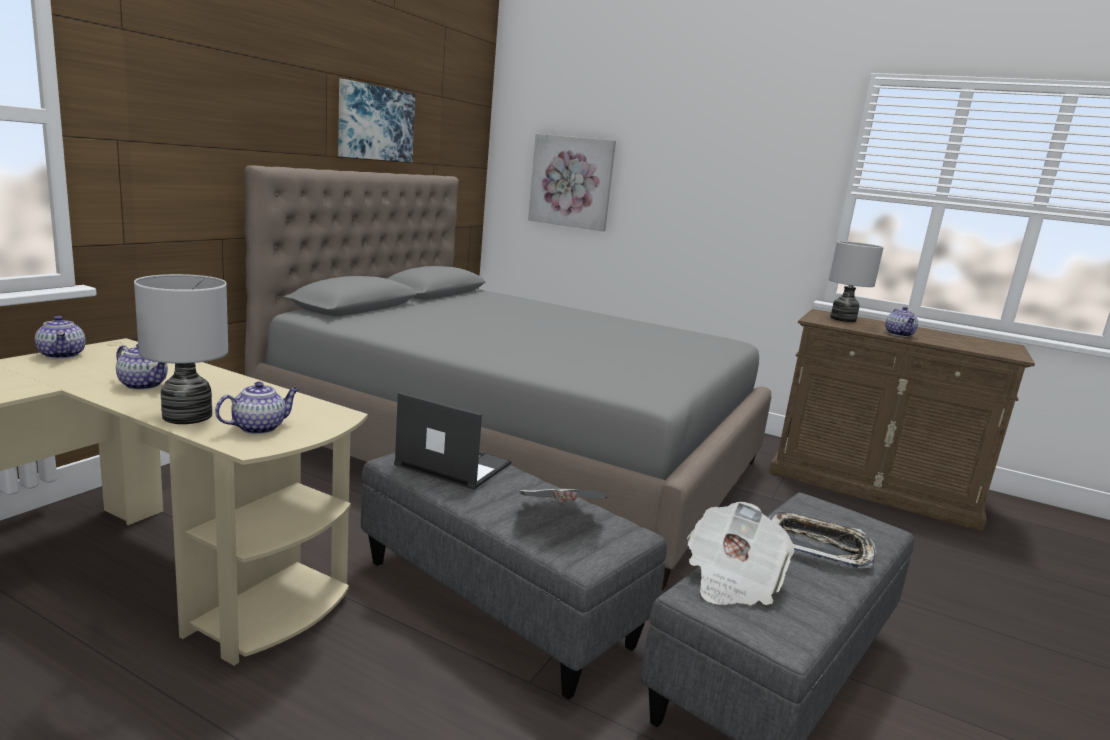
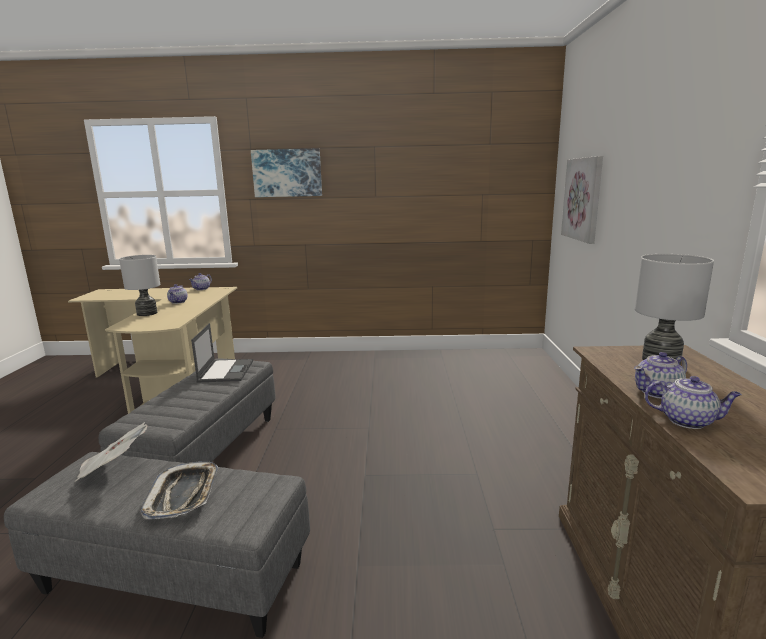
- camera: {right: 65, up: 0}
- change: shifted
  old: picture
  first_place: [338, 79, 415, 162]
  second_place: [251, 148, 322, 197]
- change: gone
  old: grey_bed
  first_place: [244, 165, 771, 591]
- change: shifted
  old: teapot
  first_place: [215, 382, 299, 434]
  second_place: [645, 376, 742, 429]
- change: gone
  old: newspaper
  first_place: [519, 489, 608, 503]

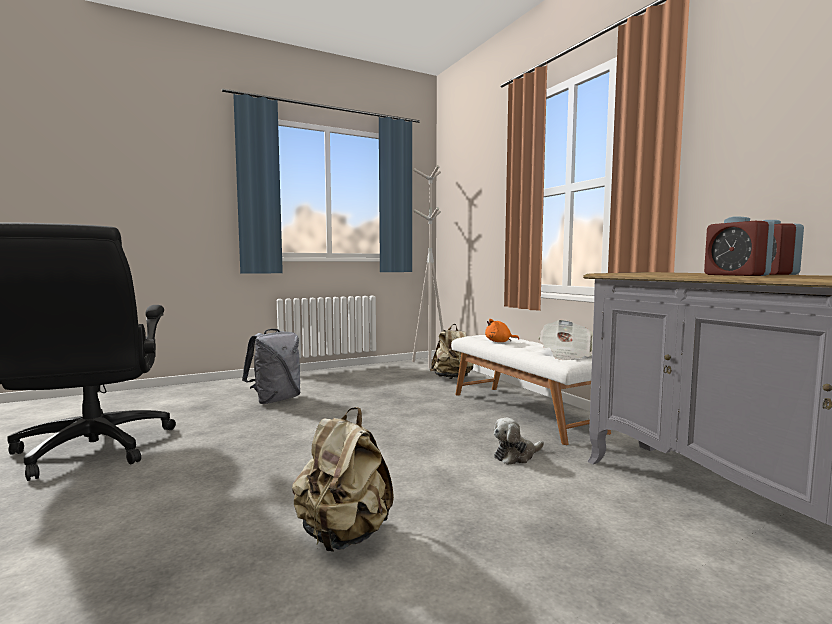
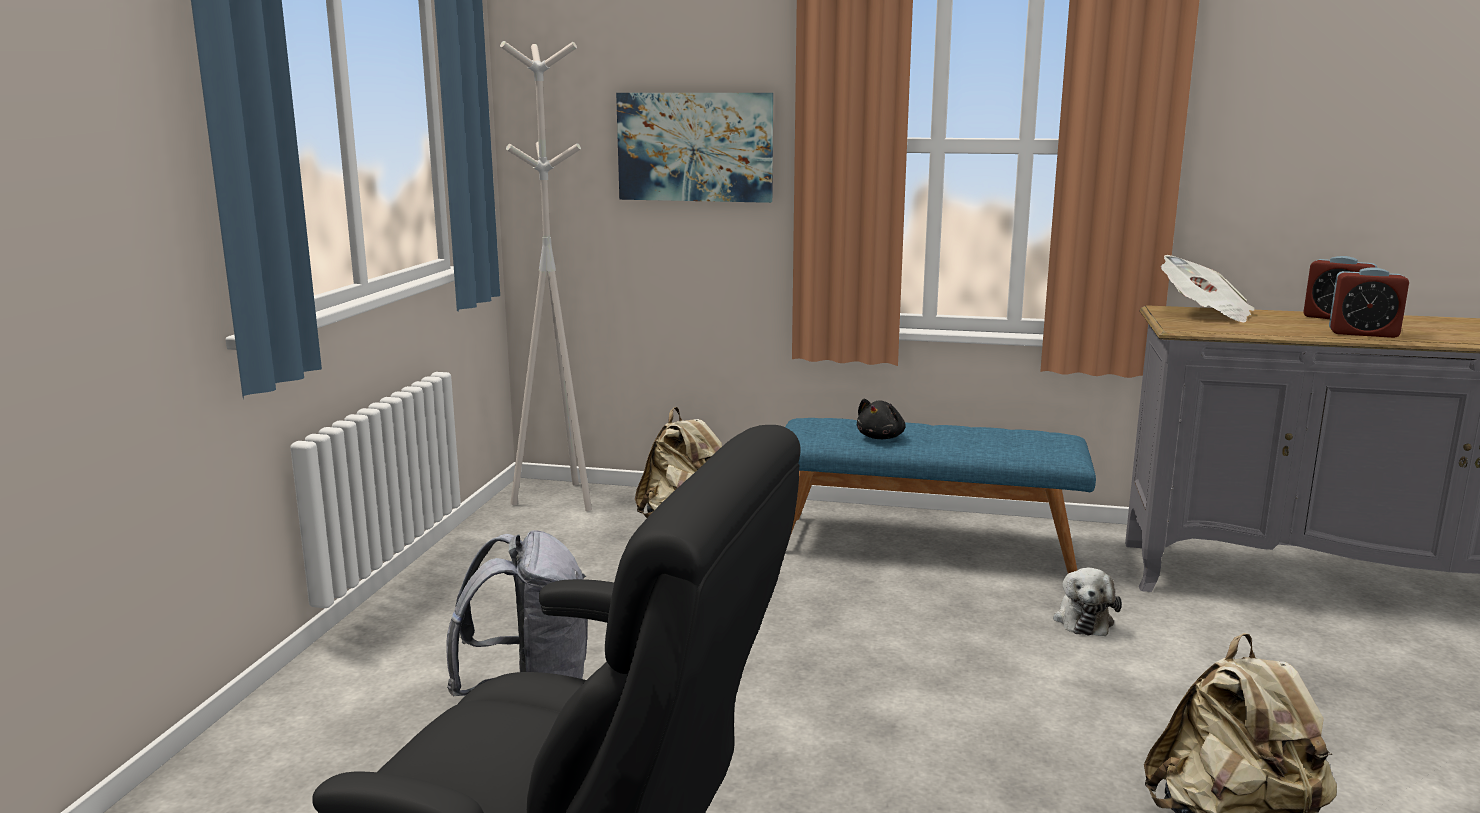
- camera: {right: -50, up: 10}
- change: repainted
  old: orange_plush_toy
  new: black_plush_toy
  first_place: [485, 319, 519, 342]
  second_place: [857, 399, 906, 439]
- change: shifted
  old: newspaper
  first_place: [538, 320, 593, 360]
  second_place: [1161, 255, 1255, 323]
- change: repainted
  old: white_bench
  new: blue_bench
  first_place: [451, 335, 611, 445]
  second_place: [785, 418, 1096, 573]
- change: new
  new: picture
  second_place: [616, 93, 773, 203]

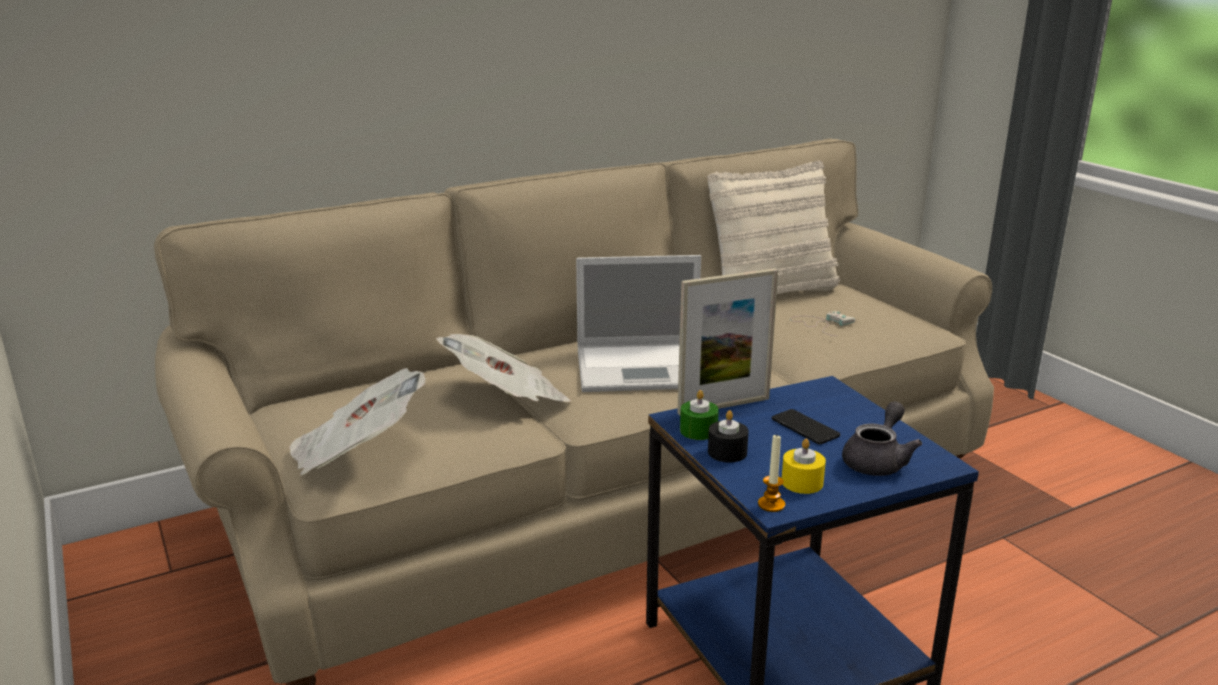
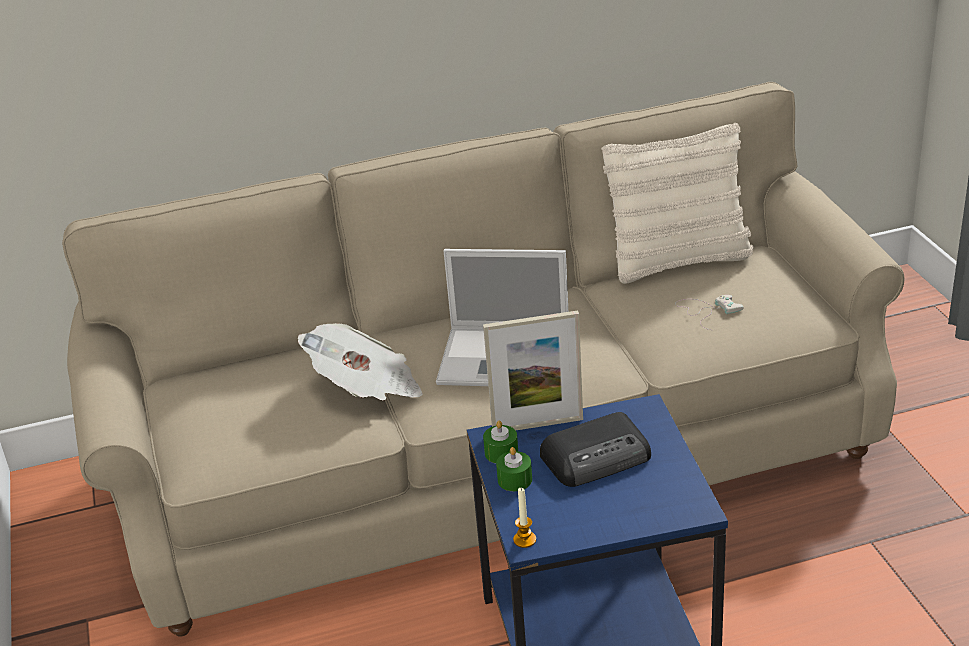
- camera: {right: 15, up: 10}
- change: gone
  old: newspaper
  first_place: [289, 368, 426, 476]
- change: gone
  old: grey_teapot
  first_place: [842, 401, 922, 476]
- change: swapped
  old: phone
  new: radio
  first_place: [772, 409, 840, 445]
  second_place: [540, 412, 651, 487]
- change: repainted
  old: black_candle
  new: green_candle
  first_place: [708, 410, 749, 462]
  second_place: [496, 447, 532, 491]
- change: gone
  old: yellow_candle
  first_place: [782, 439, 826, 494]

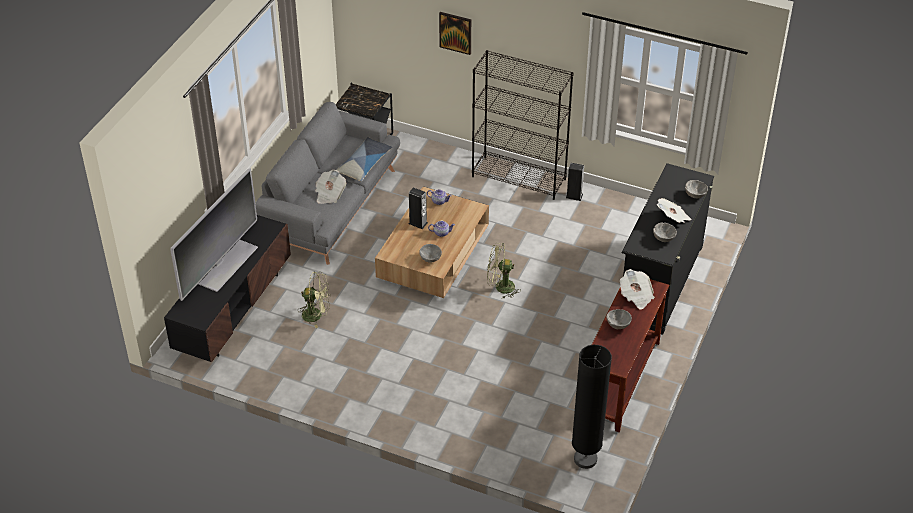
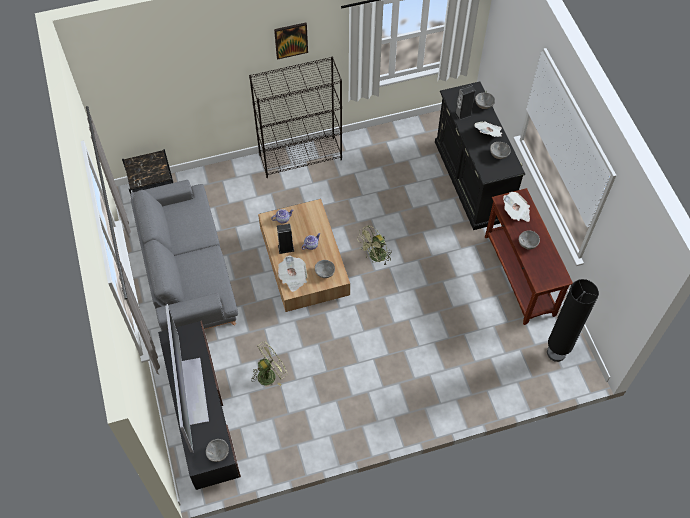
- camera: {right: -40, up: 15}
- change: shifted
  old: picture
  first_place: [439, 12, 471, 55]
  second_place: [274, 22, 308, 60]
- change: gone
  old: pillow
  first_place: [337, 137, 393, 181]
- change: shifted
  old: speaker
  first_place: [566, 163, 584, 201]
  second_place: [455, 85, 475, 120]
- change: shifted
  old: newspaper
  first_place: [315, 170, 346, 204]
  second_place: [278, 255, 307, 292]
- change: new
  new: grey_bowl
  second_place: [206, 439, 229, 462]

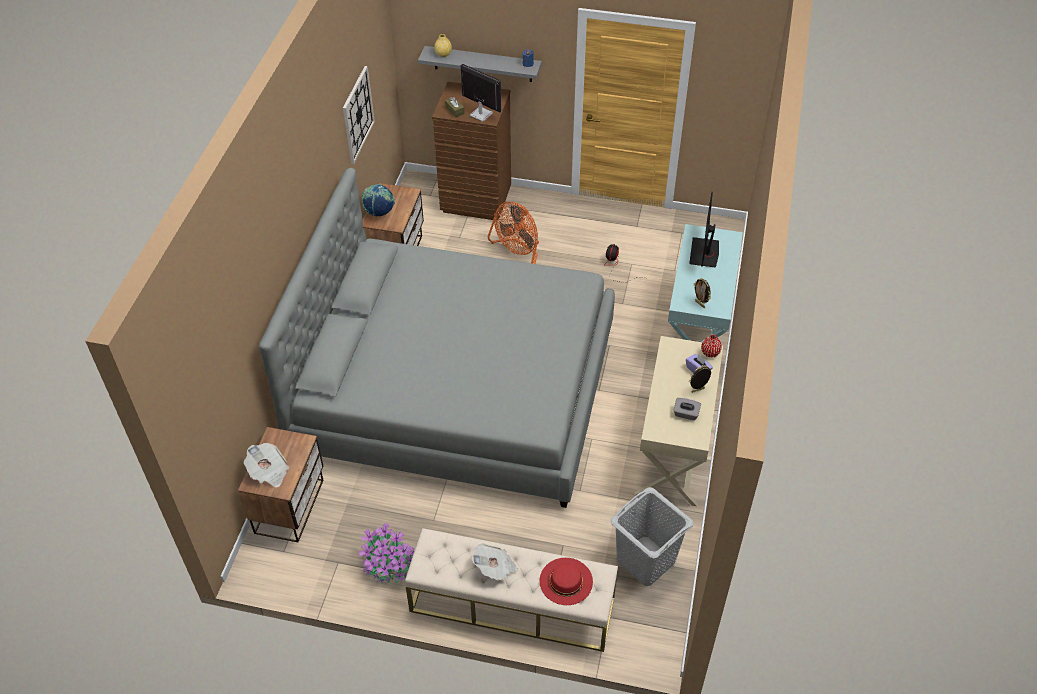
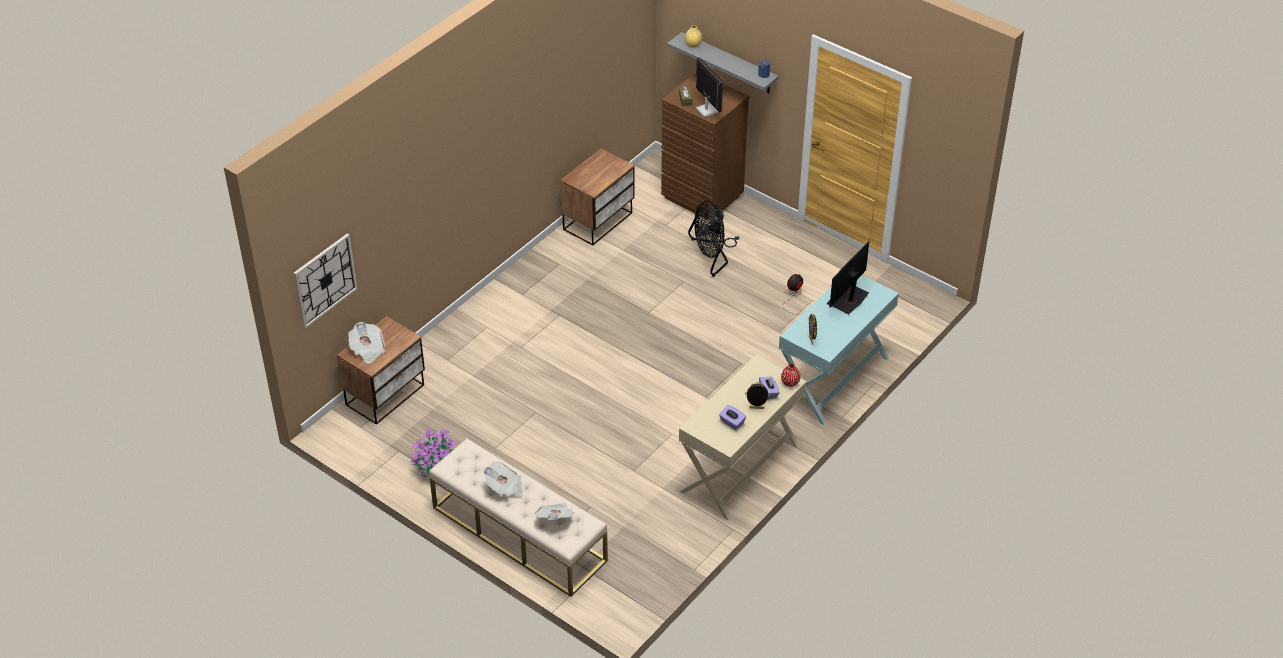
- camera: {right: 25, up: -5}
- change: shifted
  old: wall_clock
  first_place: [343, 66, 375, 164]
  second_place: [294, 234, 357, 329]
- change: gone
  old: grey_bed
  first_place: [259, 168, 615, 508]
- change: gone
  old: globe
  first_place: [362, 184, 395, 216]
- change: repainted
  old: orange_fan
  new: black_fan
  first_place: [488, 202, 539, 264]
  second_place: [688, 201, 740, 277]
- change: repainted
  old: grey_tissue_box
  new: purple_tissue_box
  first_place: [673, 398, 701, 420]
  second_place: [719, 405, 746, 430]
- change: gone
  old: grey_laundry_basket
  first_place: [610, 487, 694, 586]
- change: swapped
  old: red_hat
  new: newspaper
  first_place: [539, 558, 593, 605]
  second_place: [535, 503, 574, 520]

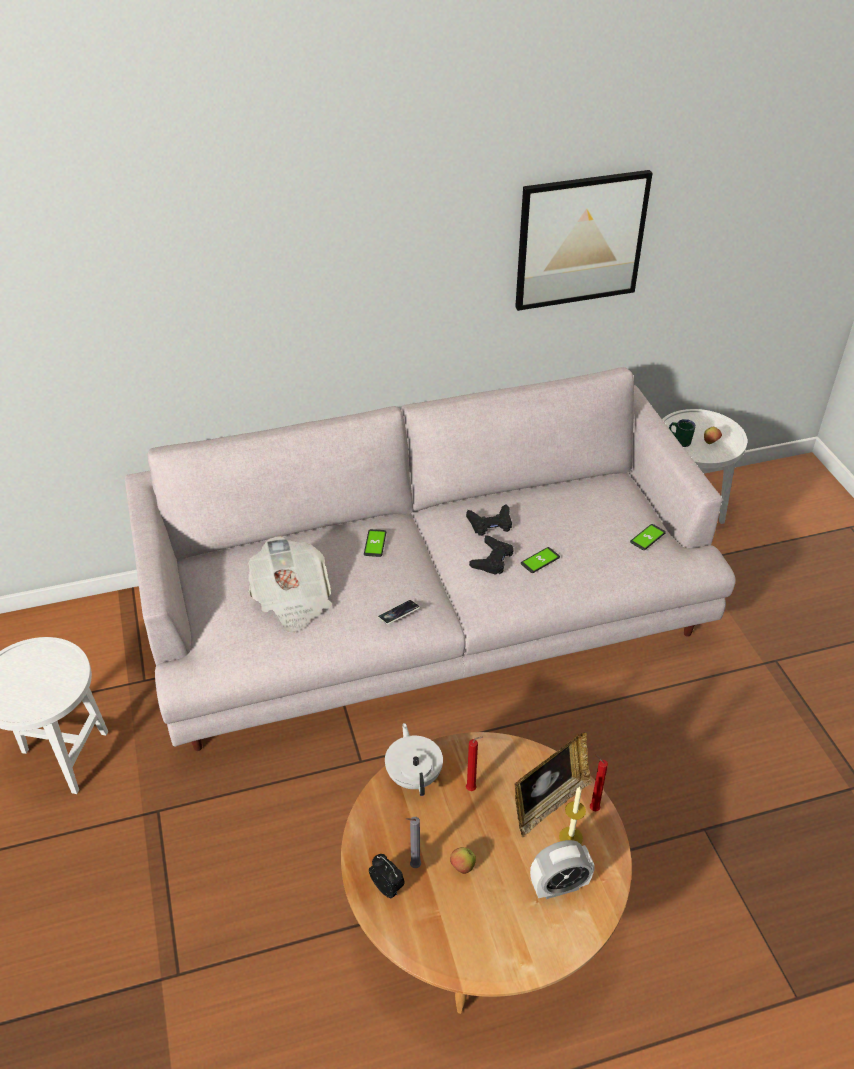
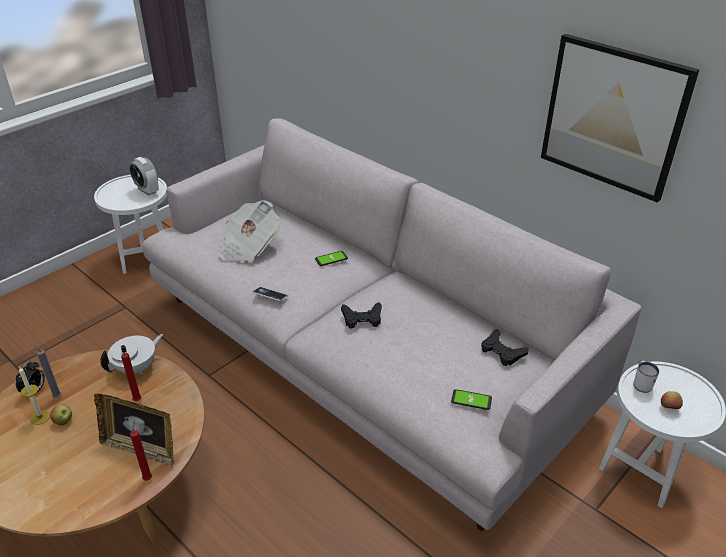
- camera: {right: 60, up: -5}
- change: repainted
  old: green_mug
  new: white_mug
  first_place: [669, 419, 696, 447]
  second_place: [633, 360, 659, 393]
- change: shifted
  old: black_game_controller
  first_place: [466, 504, 512, 536]
  second_place: [481, 329, 529, 366]
- change: gone
  old: phone
  first_place: [521, 547, 560, 573]
- change: shifted
  old: candle
  first_place: [559, 786, 586, 844]
  second_place: [19, 366, 50, 425]
- change: shifted
  old: alarm_clock
  first_place: [530, 840, 595, 899]
  second_place: [129, 157, 159, 196]

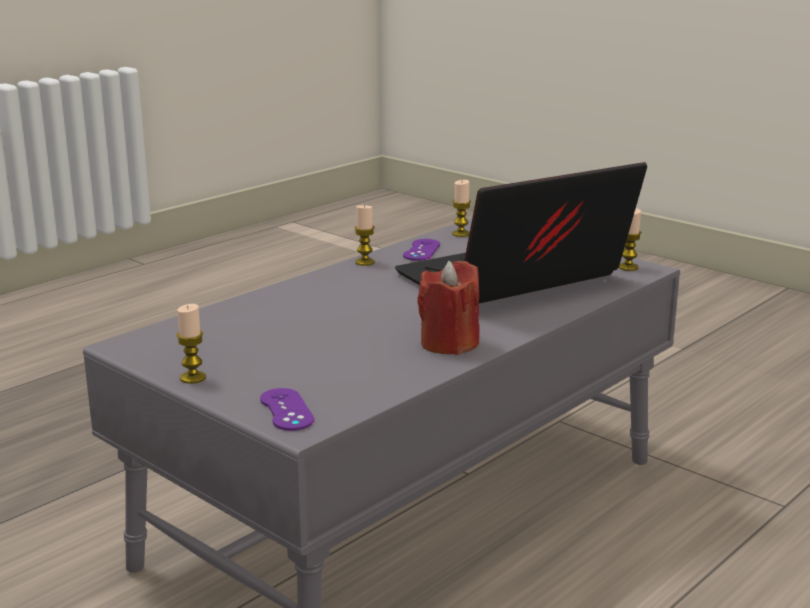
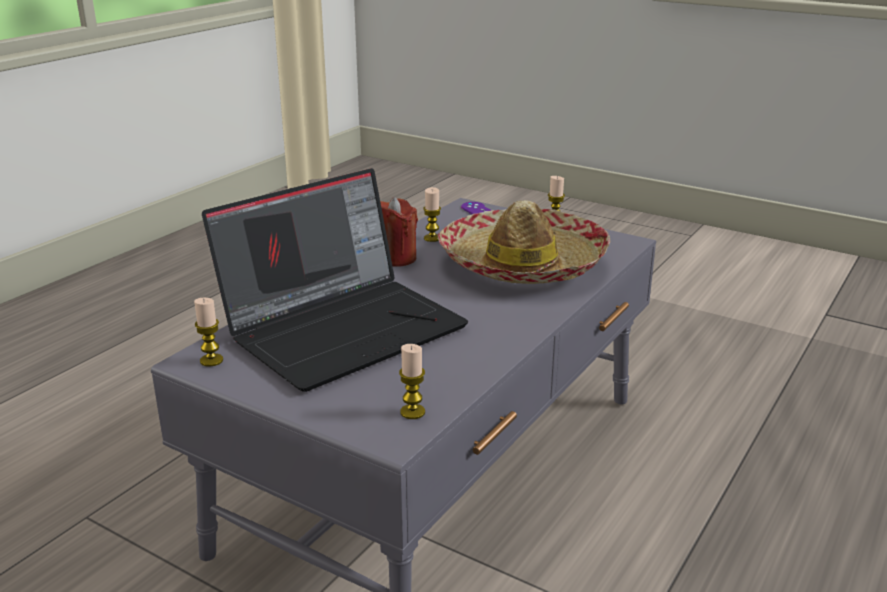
- camera: {right: 170, up: 5}
- change: shifted
  old: candle
  first_place: [354, 205, 375, 266]
  second_place: [423, 187, 441, 242]
- change: gone
  old: purple_game_controller
  first_place: [403, 239, 440, 261]
- change: new
  new: hat
  second_place: [437, 200, 610, 284]

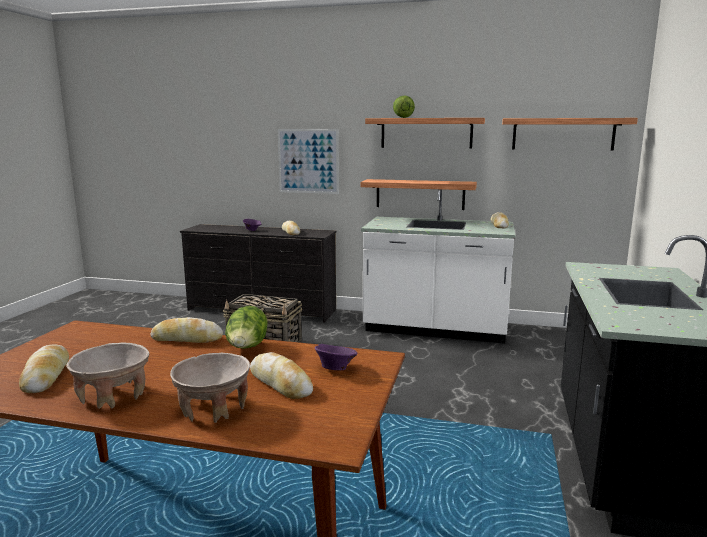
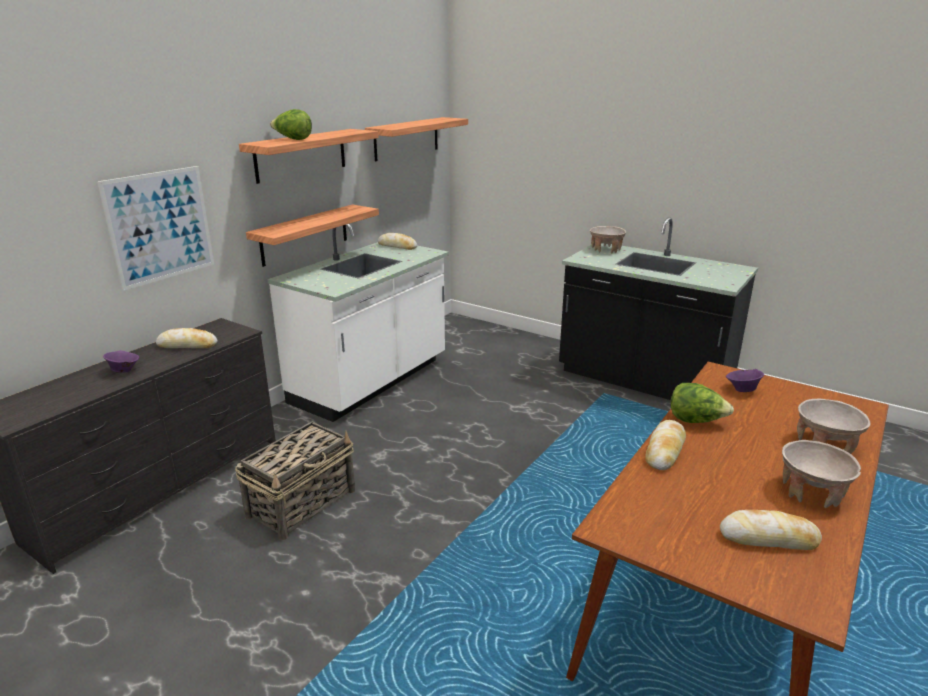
- camera: {right: -70, up: 10}
- change: gone
  old: bread
  first_place: [250, 352, 313, 399]
- change: new
  new: beige_bowl
  second_place: [590, 226, 626, 254]

